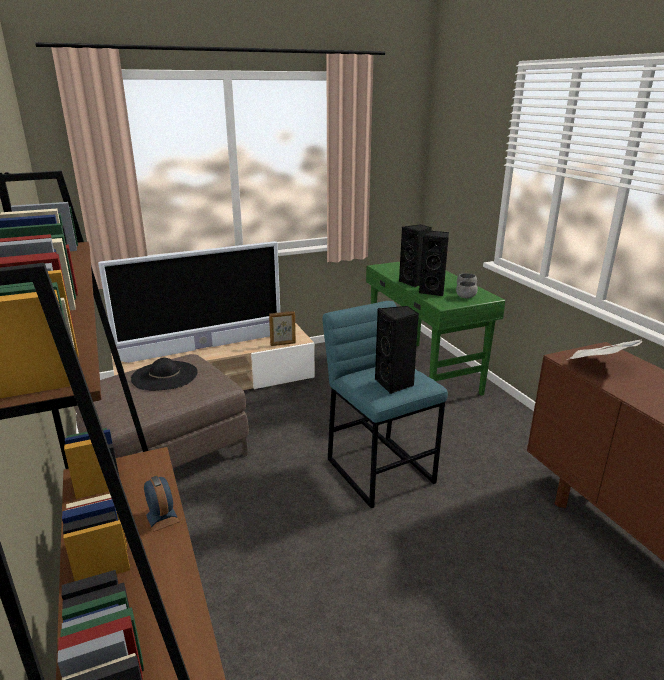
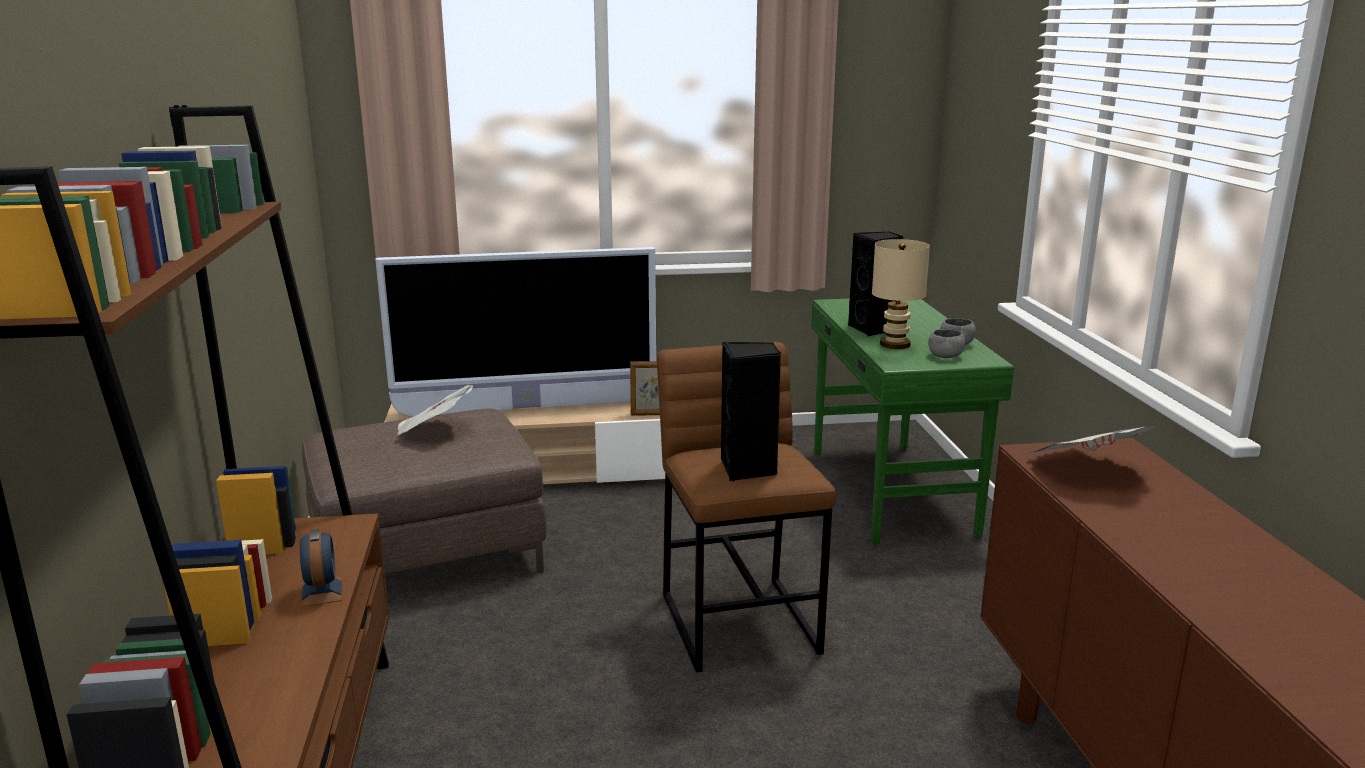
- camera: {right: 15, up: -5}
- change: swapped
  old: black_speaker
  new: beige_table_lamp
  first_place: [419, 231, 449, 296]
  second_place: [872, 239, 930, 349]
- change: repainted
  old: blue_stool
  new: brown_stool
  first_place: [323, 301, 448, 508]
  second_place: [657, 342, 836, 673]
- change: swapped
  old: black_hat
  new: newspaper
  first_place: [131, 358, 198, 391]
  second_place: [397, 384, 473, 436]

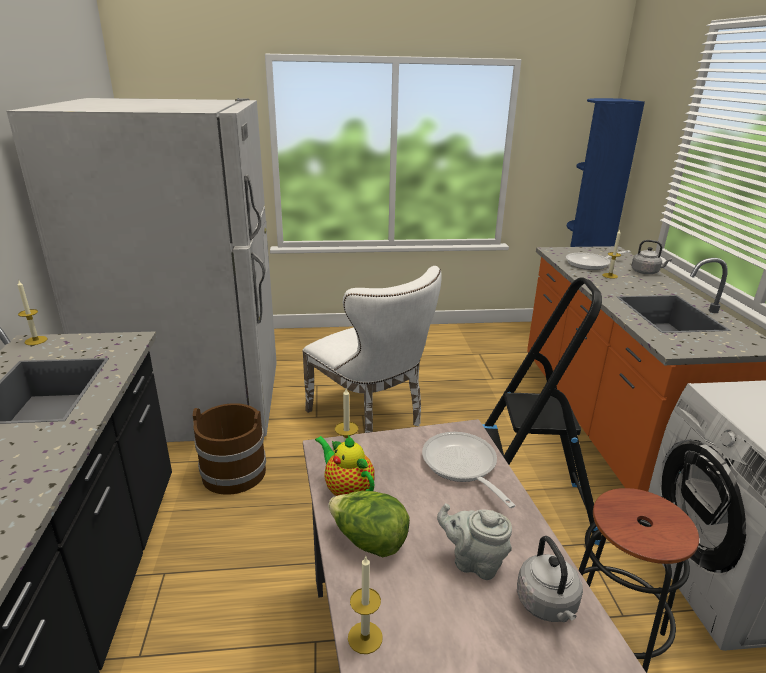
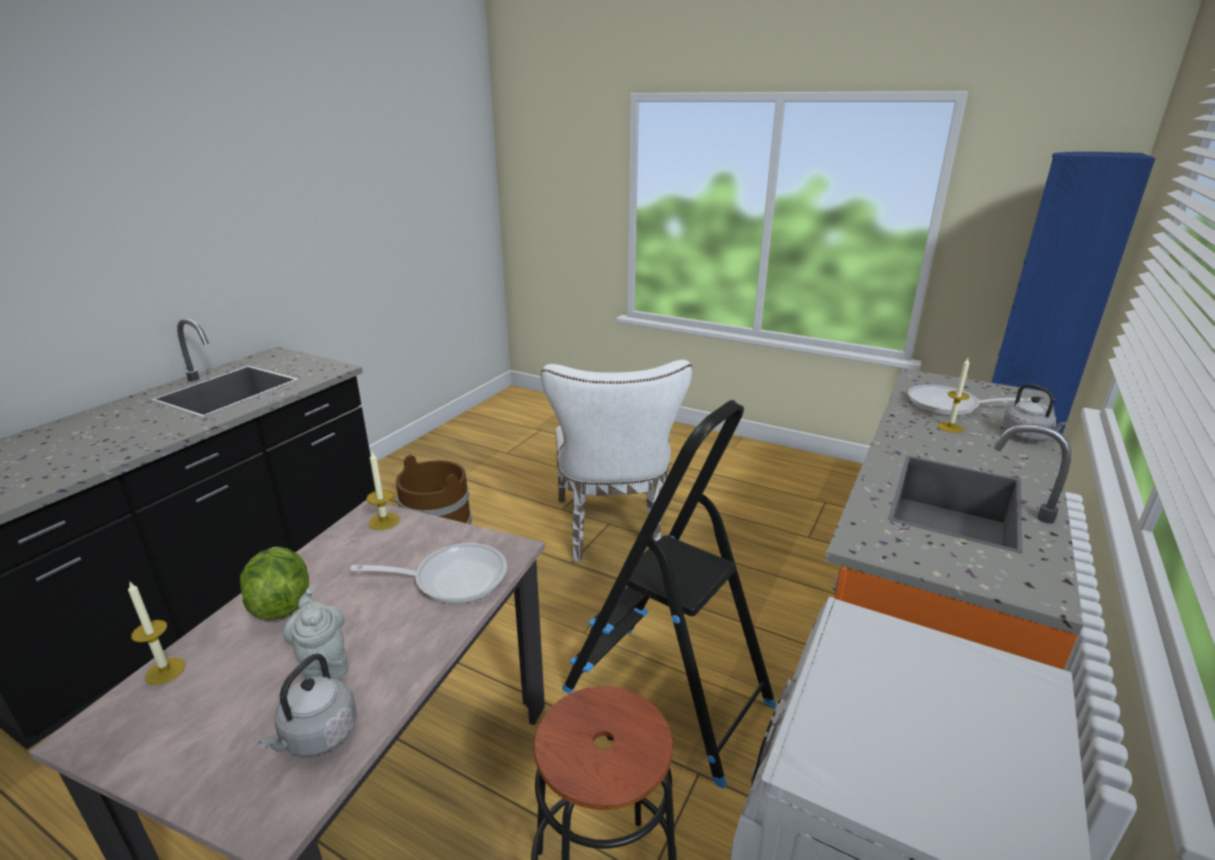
- camera: {right: 35, up: 0}
- change: gone
  old: white_fridge
  first_place: [6, 98, 277, 442]
- change: gone
  old: candle
  first_place: [18, 279, 47, 345]
- change: rotated
  old: frying_pan
  first_place: [422, 432, 515, 508]
  second_place: [350, 543, 507, 604]
  degrees: 75
- change: gone
  old: teapot
  first_place: [315, 435, 375, 496]

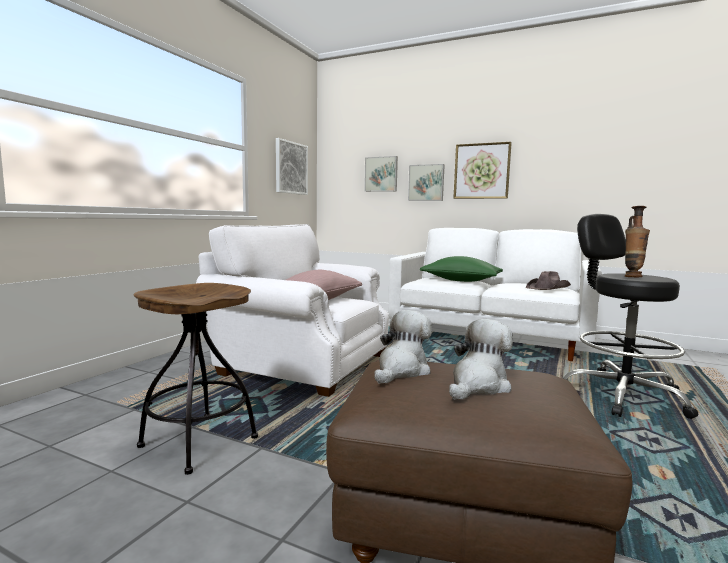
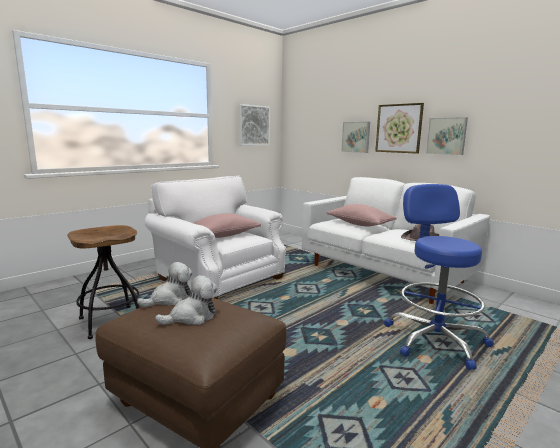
- camera: {right: 20, up: 5}
- change: shifted
  old: picture
  first_place: [364, 156, 398, 192]
  second_place: [426, 117, 468, 155]
- change: gone
  old: vase
  first_place: [625, 206, 650, 277]
- change: repainted
  old: black_stool
  new: blue_stool
  first_place: [563, 214, 698, 419]
  second_place: [384, 184, 494, 370]
- change: repainted
  old: green_pillow
  new: pink_pillow
  first_place: [420, 256, 503, 282]
  second_place: [326, 204, 397, 227]

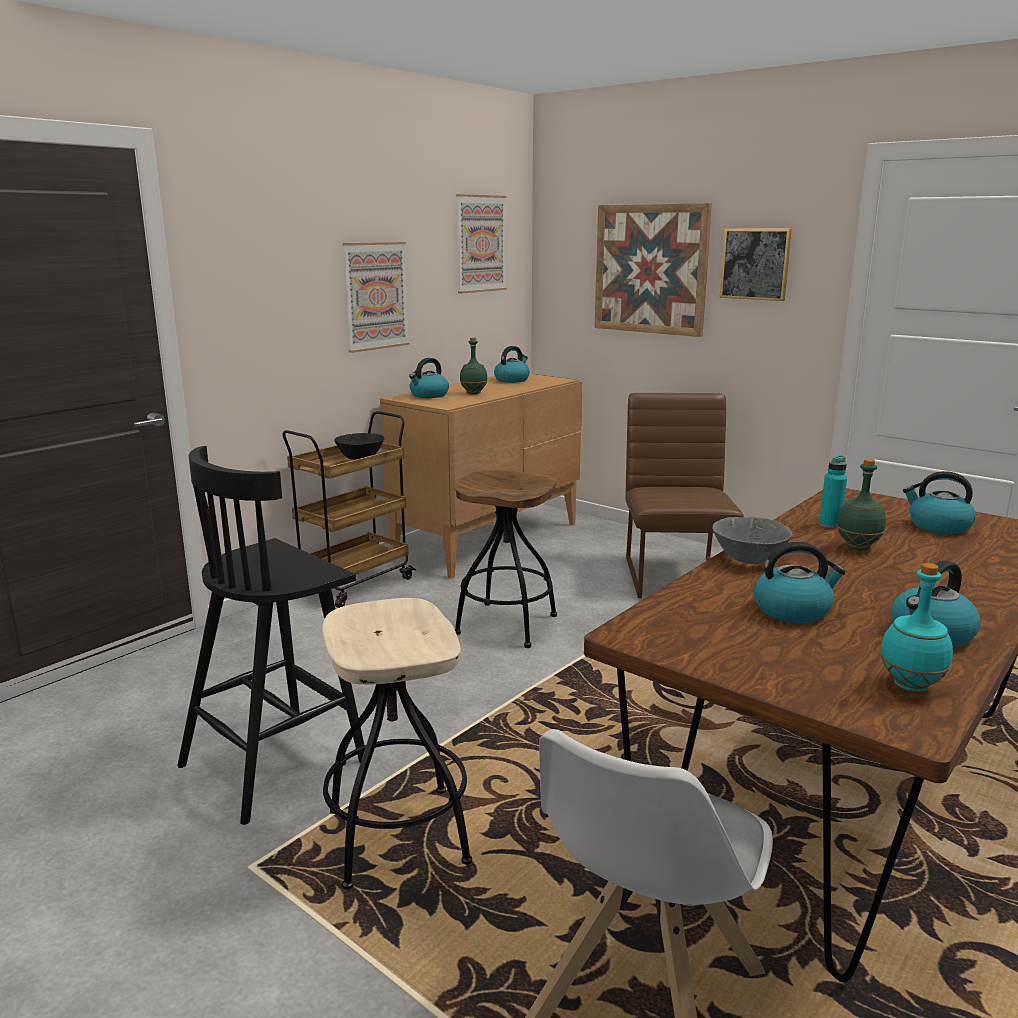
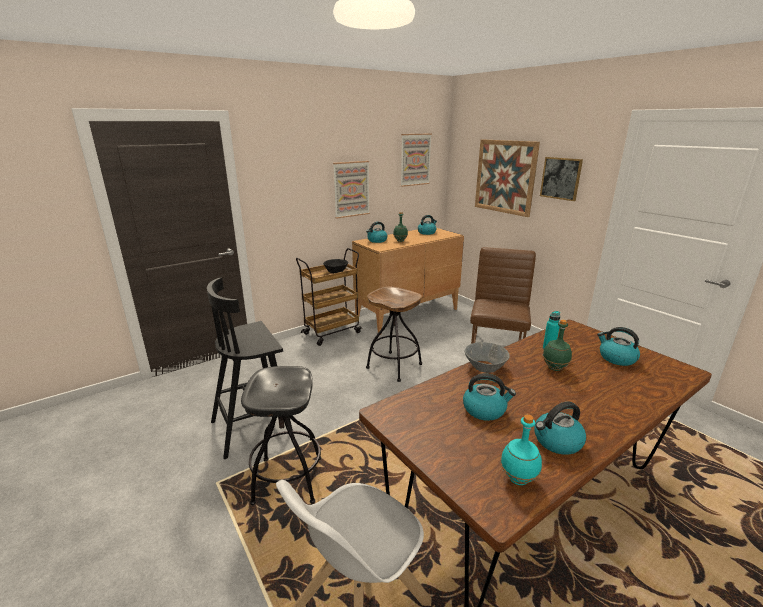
- camera: {right: 15, up: 5}
- change: repainted
  old: beige_stool
  new: black_stool
  first_place: [322, 598, 472, 889]
  second_place: [241, 366, 321, 505]

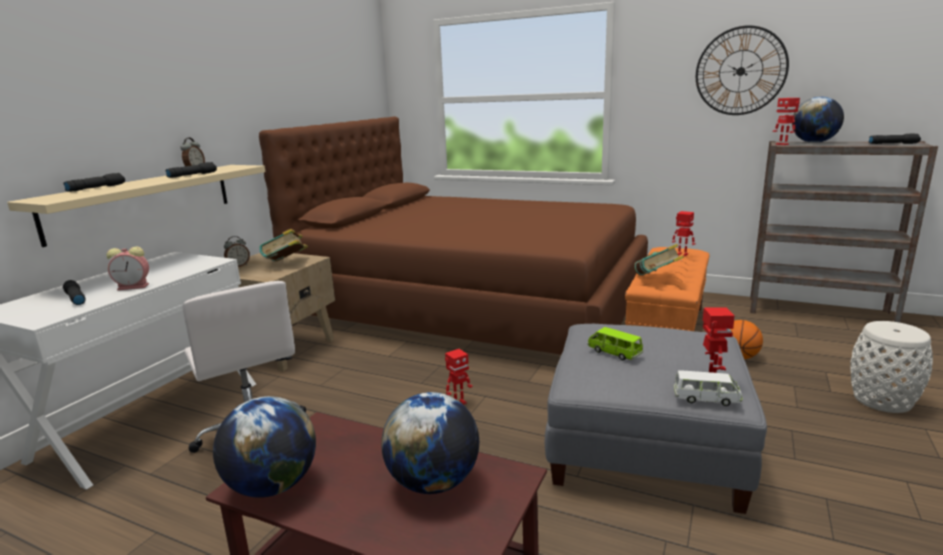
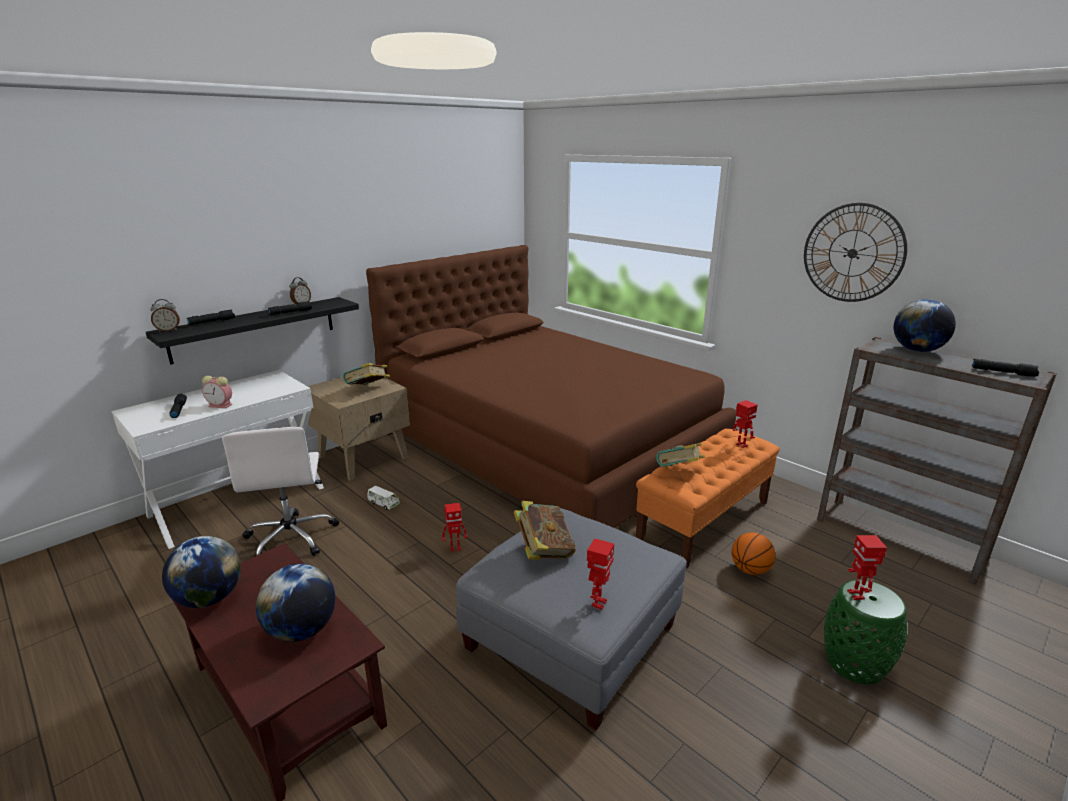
- camera: {right: 20, up: 5}
- change: shifted
  old: toy_robot
  first_place: [773, 98, 800, 145]
  second_place: [847, 535, 887, 600]
- change: repainted
  old: beige_shelf
  new: black_shelf
  first_place: [7, 165, 265, 247]
  second_place: [146, 297, 359, 365]
- change: shifted
  old: alarm_clock
  first_place: [224, 236, 250, 267]
  second_place: [150, 299, 180, 332]
- change: repainted
  old: white_stool
  new: green_stool
  first_place: [850, 321, 933, 413]
  second_place: [824, 580, 907, 684]
- change: swapped
  old: green_toy_car
  new: book
  first_place: [587, 327, 643, 360]
  second_place: [514, 501, 576, 560]
- change: shifted
  old: white_toy_car
  first_place: [674, 370, 743, 406]
  second_place: [367, 486, 400, 510]

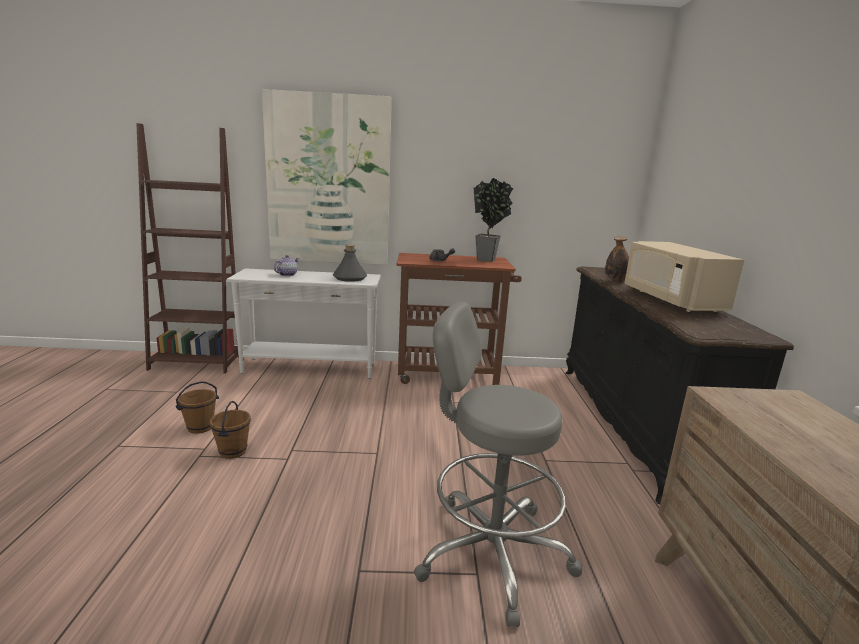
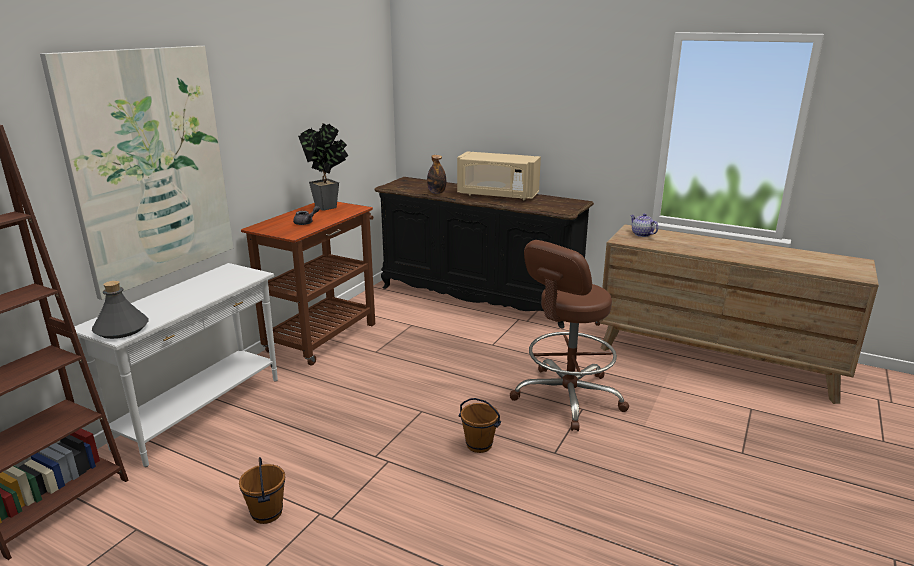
- camera: {right: -60, up: 5}
- change: shifted
  old: grey_bottle
  first_place: [333, 245, 367, 282]
  second_place: [92, 281, 149, 339]
- change: shifted
  old: teapot
  first_place: [274, 255, 300, 276]
  second_place: [630, 213, 658, 237]
- change: repainted
  old: grey_stool
  new: brown_stool
  first_place: [414, 302, 582, 627]
  second_place: [510, 240, 629, 431]
- change: shifted
  old: brown_bucket
  first_place: [210, 401, 251, 459]
  second_place: [458, 398, 501, 453]

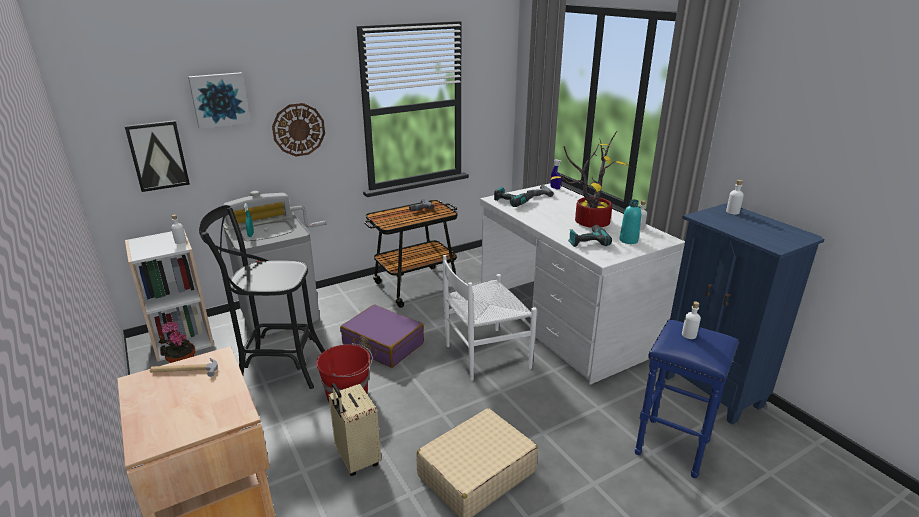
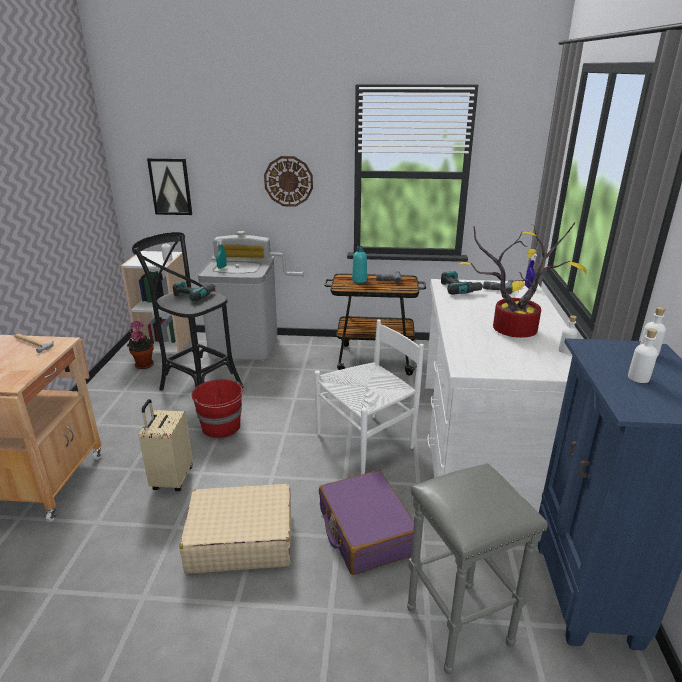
- camera: {right: 35, up: 0}
- change: gone
  old: picture
  first_place: [188, 72, 251, 129]
- change: shifted
  old: turquoise_bottle
  first_place: [620, 199, 641, 244]
  second_place: [352, 246, 367, 283]
- change: shifted
  old: power_drill
  first_place: [568, 225, 612, 247]
  second_place: [173, 281, 216, 301]
- change: rotated
  old: white_chair
  first_place: [443, 255, 537, 381]
  second_place: [315, 319, 424, 475]
  degrees: 135
- change: shifted
  old: white_bottle
  first_place: [682, 301, 701, 339]
  second_place: [628, 328, 658, 383]
- change: shifted
  old: purple_suitcase
  first_place: [340, 305, 424, 368]
  second_place: [319, 470, 414, 575]
- change: repainted
  old: blue_stool
  new: grey_stool
  first_place: [635, 320, 739, 478]
  second_place: [407, 464, 548, 674]

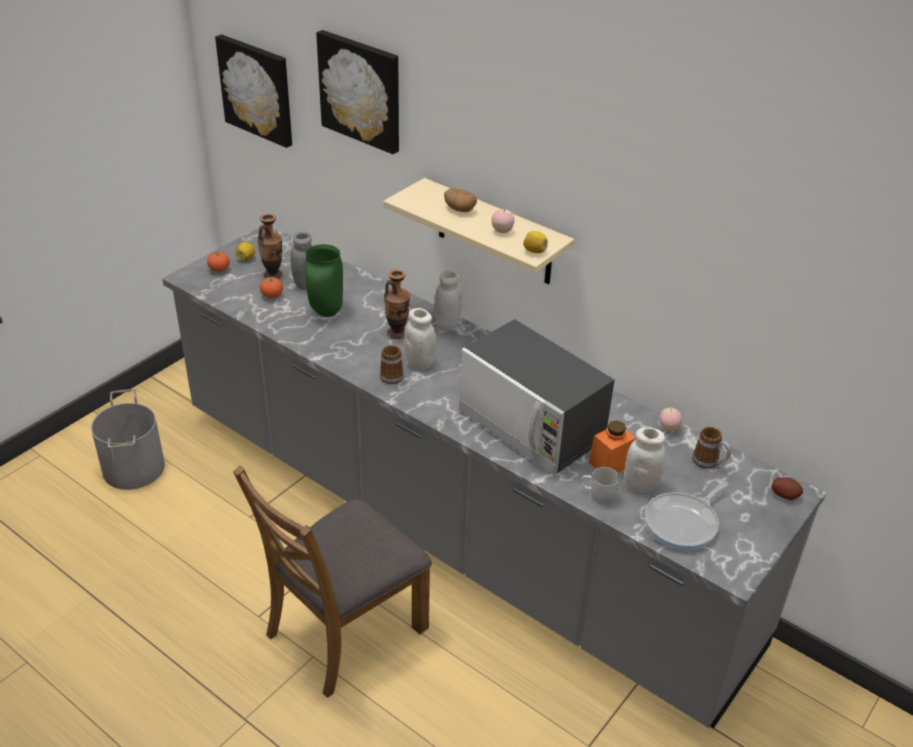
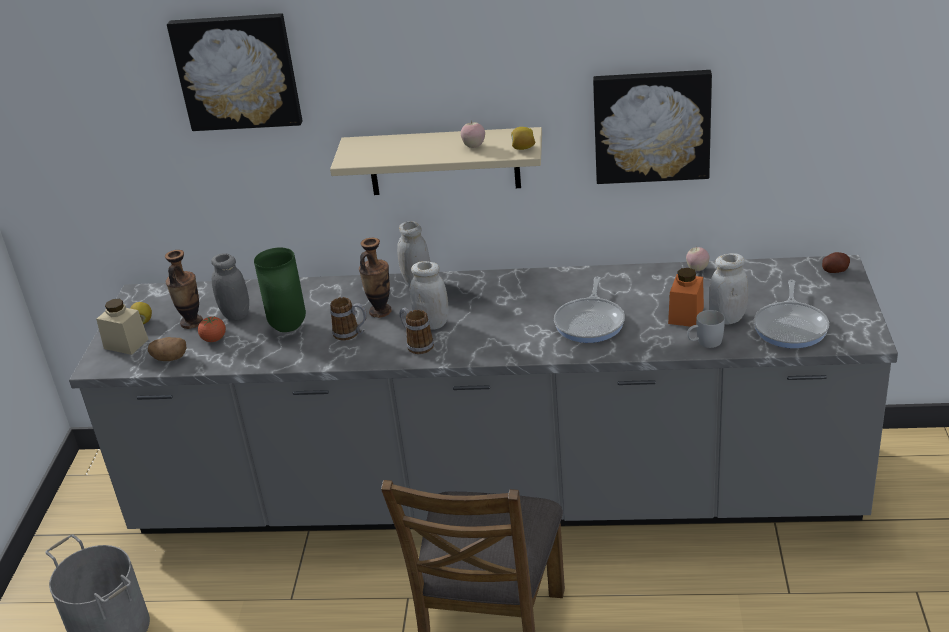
- camera: {right: -30, up: -5}
- change: shifted
  old: picture
  first_place: [215, 34, 292, 148]
  second_place: [593, 70, 712, 184]
- change: shifted
  old: potato
  first_place: [444, 188, 477, 212]
  second_place: [148, 337, 186, 361]
- change: swapped
  old: tomato
  new: beige_jar
  first_place: [207, 251, 230, 272]
  second_place: [96, 299, 149, 355]
- change: swapped
  old: microwave
  new: frying_pan
  first_place: [459, 319, 615, 475]
  second_place: [554, 277, 625, 343]
- change: shifted
  old: mug
  first_place: [692, 427, 731, 469]
  second_place: [330, 297, 367, 341]

